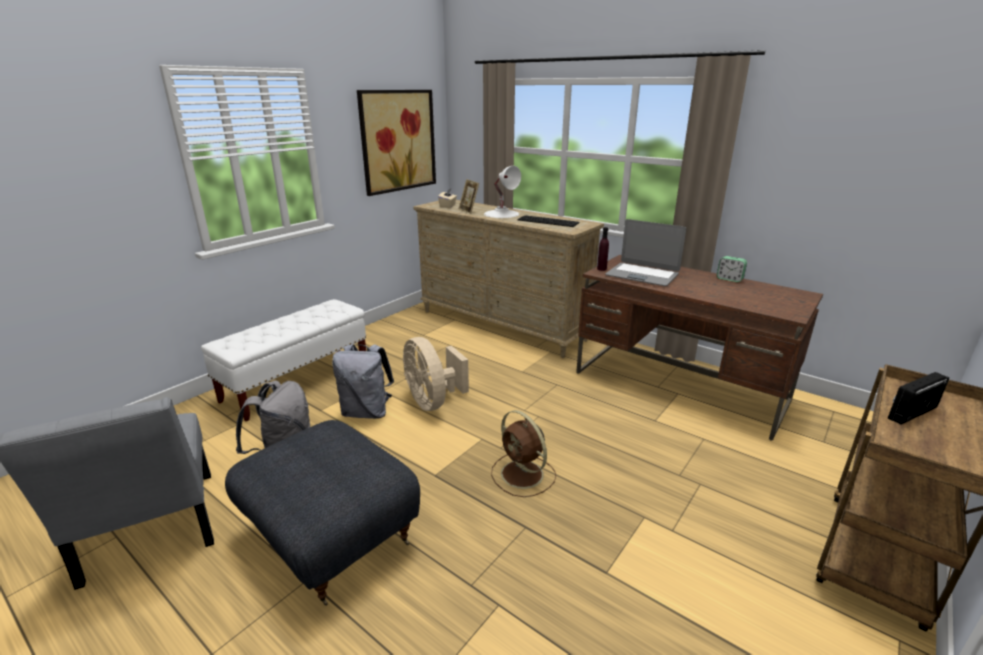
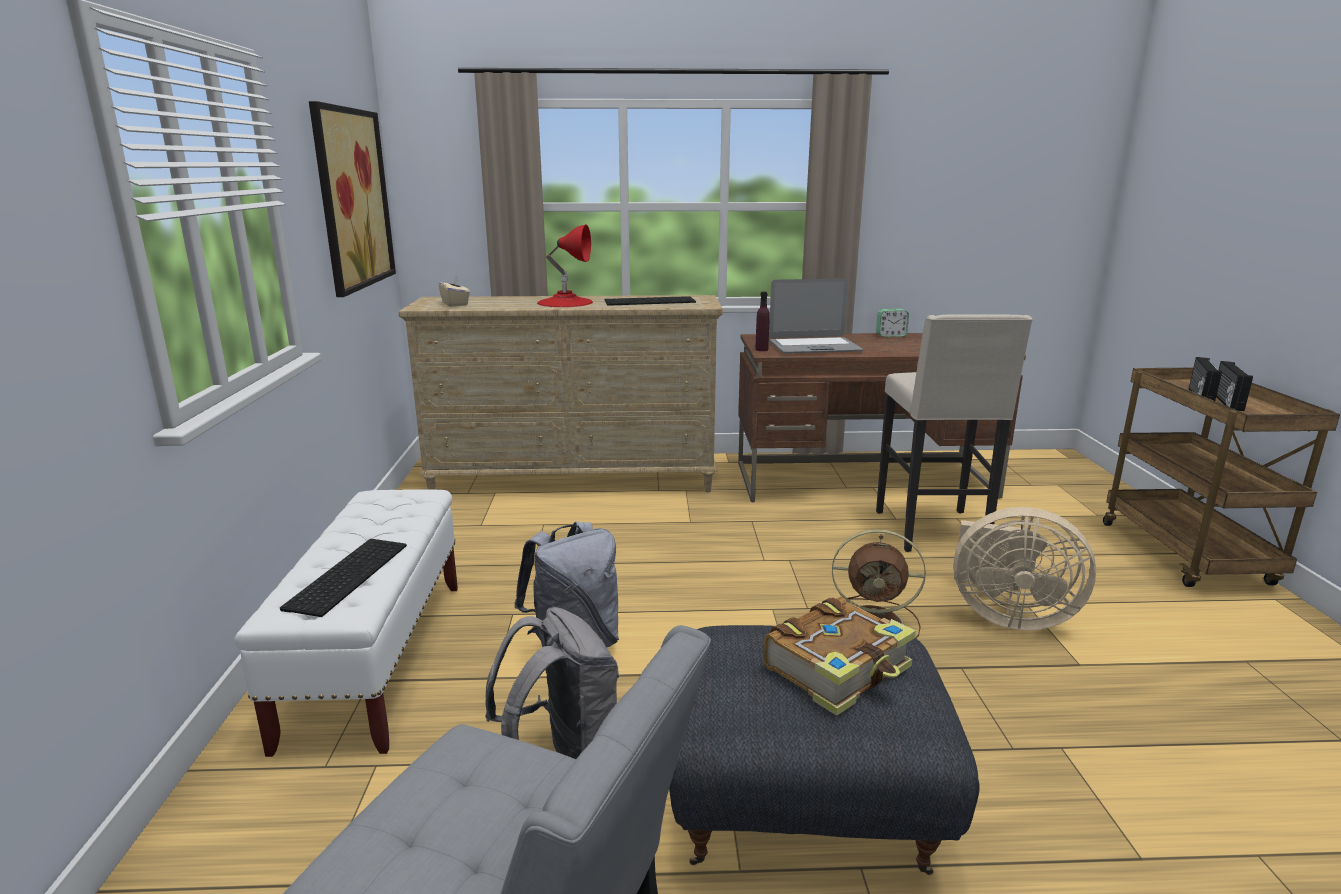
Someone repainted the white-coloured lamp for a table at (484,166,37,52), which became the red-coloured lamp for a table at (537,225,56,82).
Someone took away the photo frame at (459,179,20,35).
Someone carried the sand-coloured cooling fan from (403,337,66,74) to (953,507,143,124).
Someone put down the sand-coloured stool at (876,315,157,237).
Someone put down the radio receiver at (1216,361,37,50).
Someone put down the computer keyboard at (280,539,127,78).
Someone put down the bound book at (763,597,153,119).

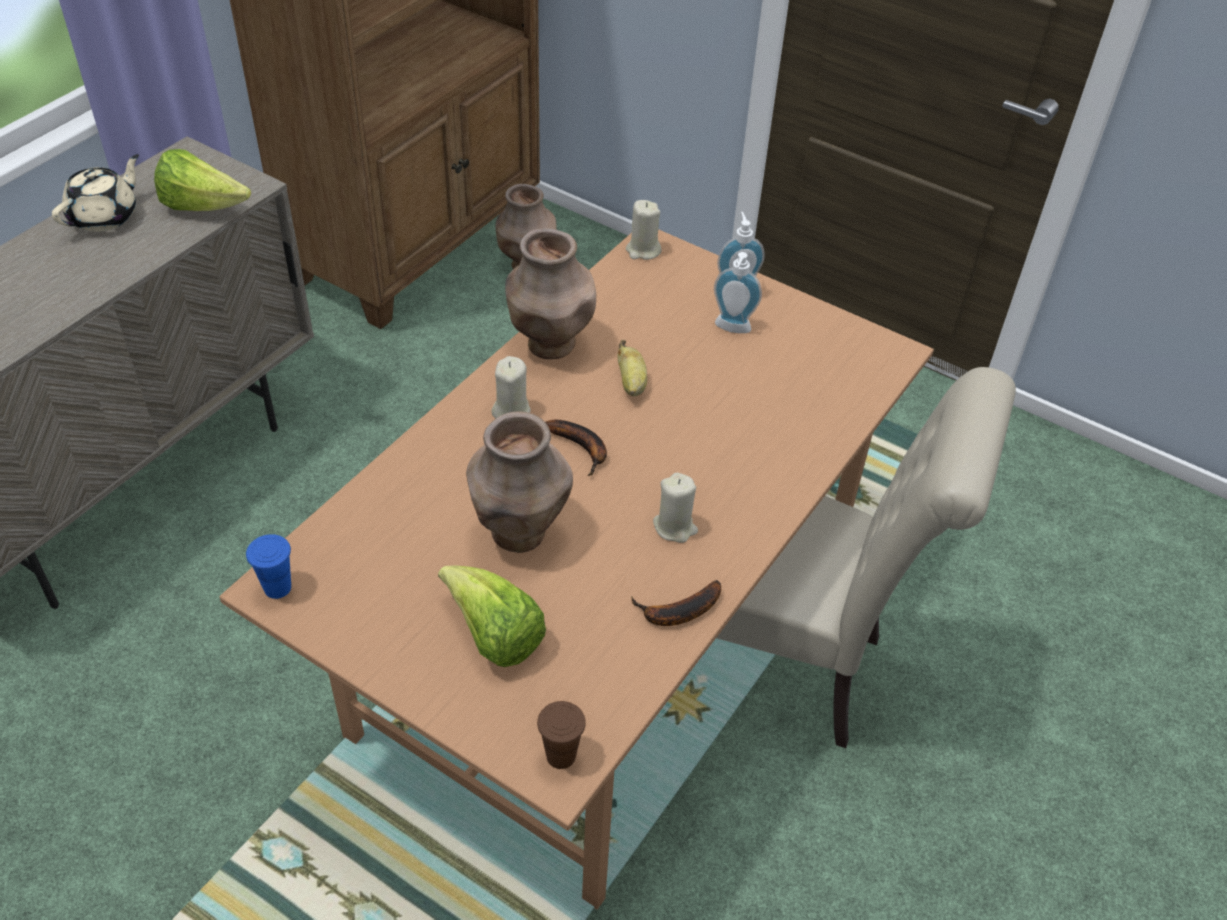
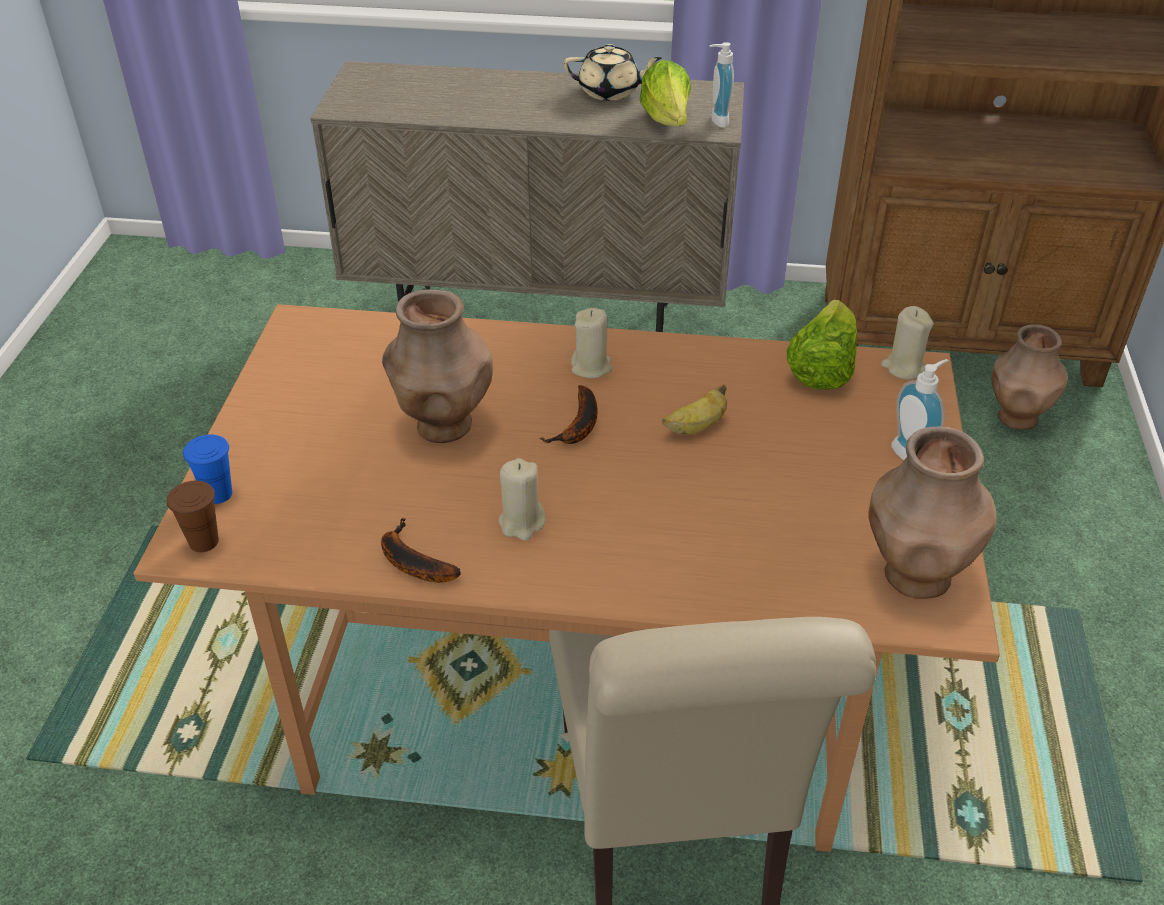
Someone carried the brown flower vase from (505,228,91,131) to (868,426,128,173).
Someone carried the soap bottle from (714,252,48,81) to (709,42,25,86).
Someone carried the blue drinking cup from (246,534,45,65) to (183,435,49,69).
Someone carried the lettuce head from (438,565,108,102) to (787,299,71,91).

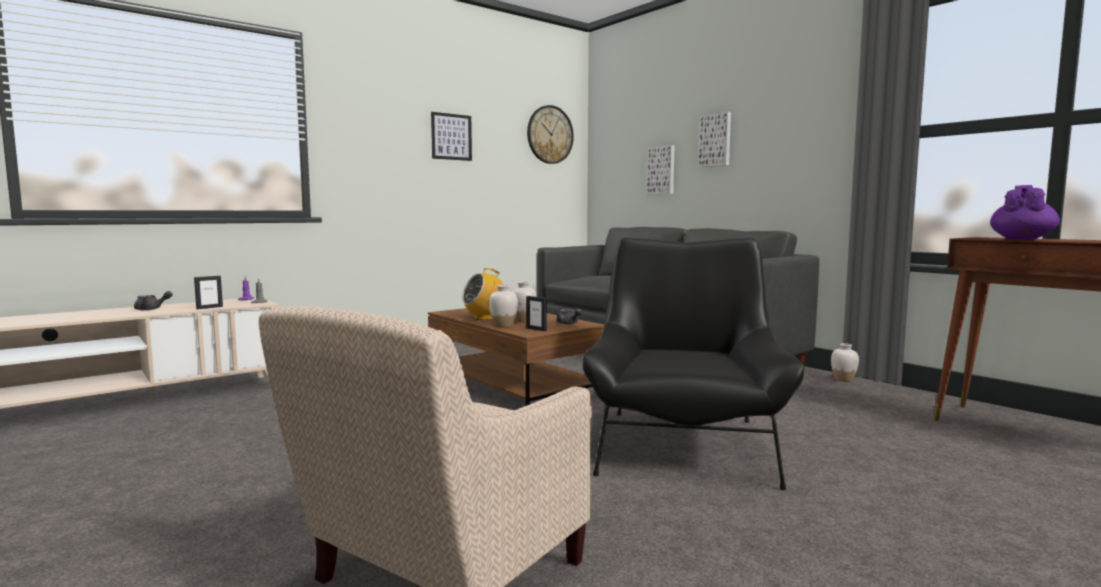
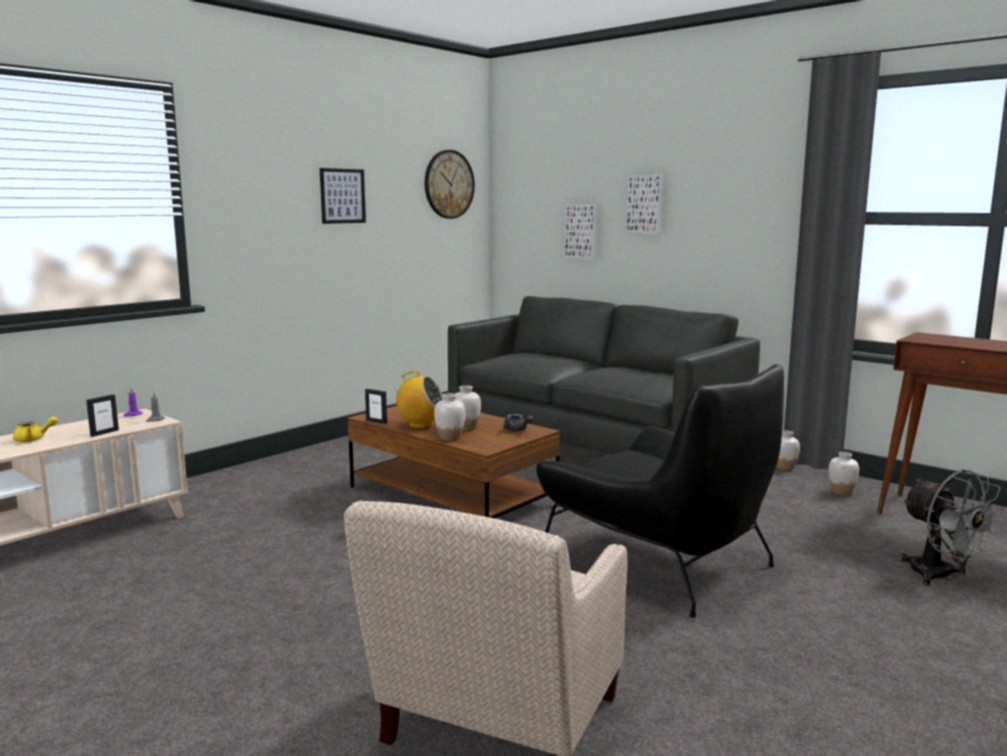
Someone took away the purplish teapot at (990,185,70,55).
Someone rotated the black-coloured armchair at (583,238,221,252) by 135 degrees clockwise.
Someone rotated the radio receiver at (462,268,42,52) by 120 degrees counterclockwise.
Someone repainted the grey teapot at (134,291,38,19), which became the yellow teapot at (13,416,45,26).
Someone carried the photo frame from (526,296,21,35) to (365,389,22,35).
Someone put down the white-coloured flower vase at (828,452,31,43).
Someone put down the grey cooling fan at (900,469,104,117).

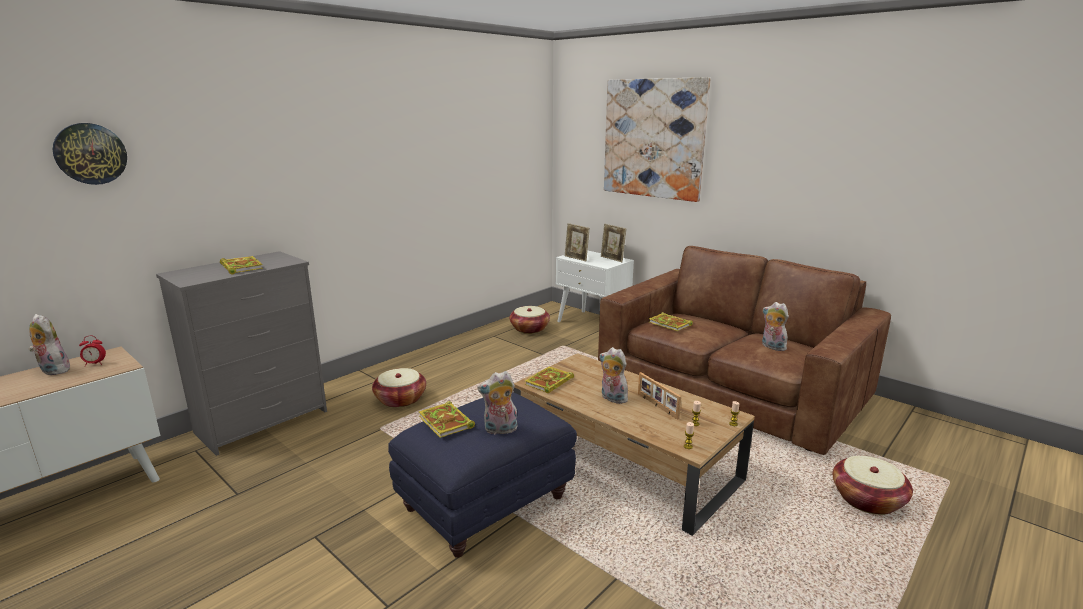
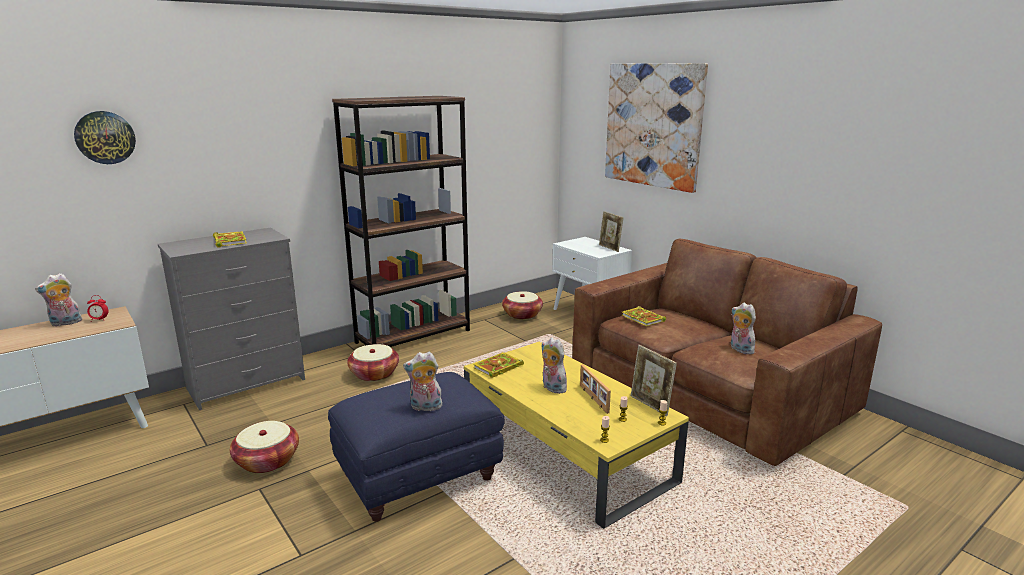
Someone carried the photo frame from (565,223,25,38) to (631,345,46,71).
Someone rotated the cuddly toy at (29,314,41,61) by 75 degrees counterclockwise.
Someone repainted the brown low table at (514,353,241,183), which became the yellow low table at (464,342,225,187).
Someone took away the bound book at (419,401,56,37).
Someone carried the storage basket from (833,456,80,59) to (230,421,69,53).
Someone put down the brown bookshelf at (332,96,138,251).

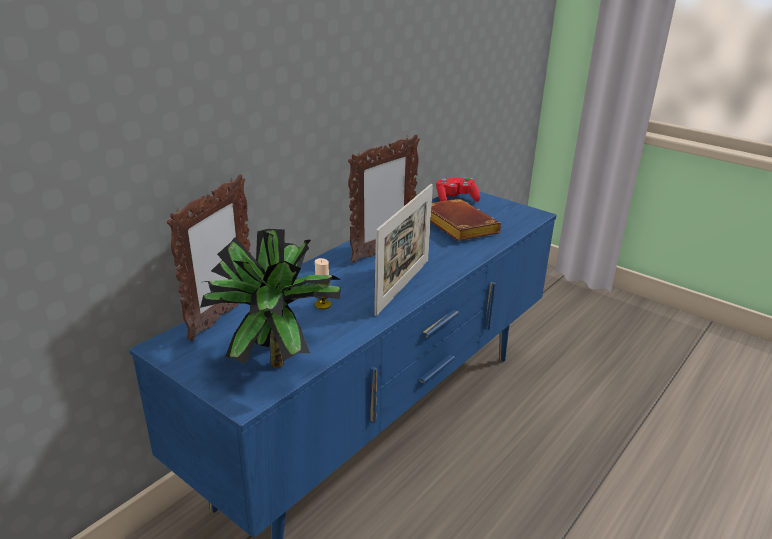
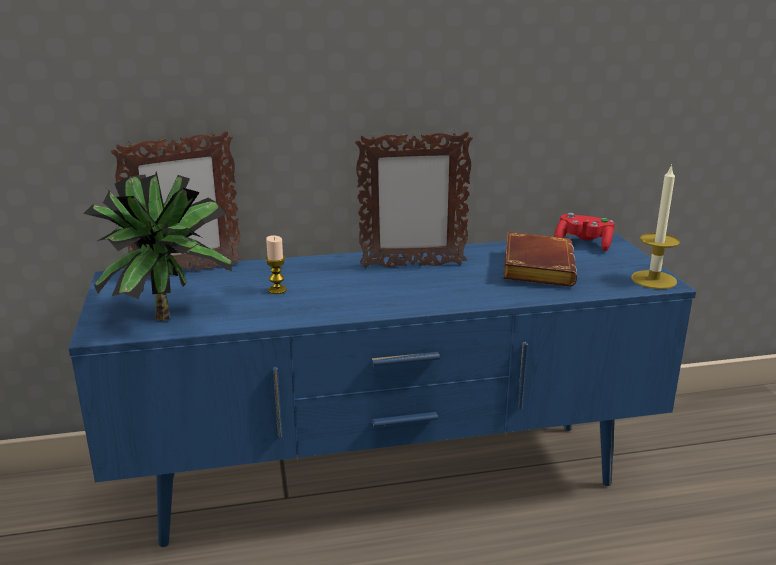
Someone took away the photo frame at (374,184,59,132).
Someone put down the wax light at (631,164,49,125).

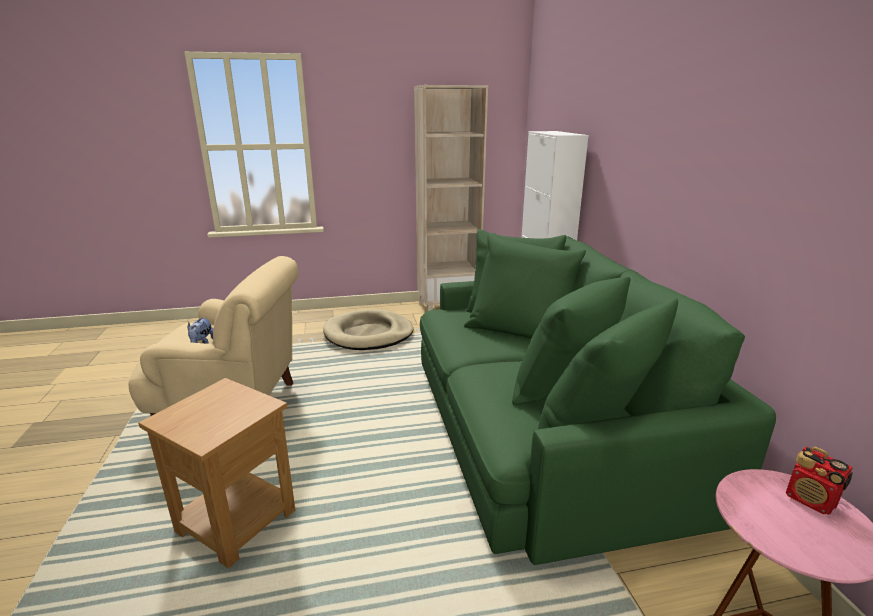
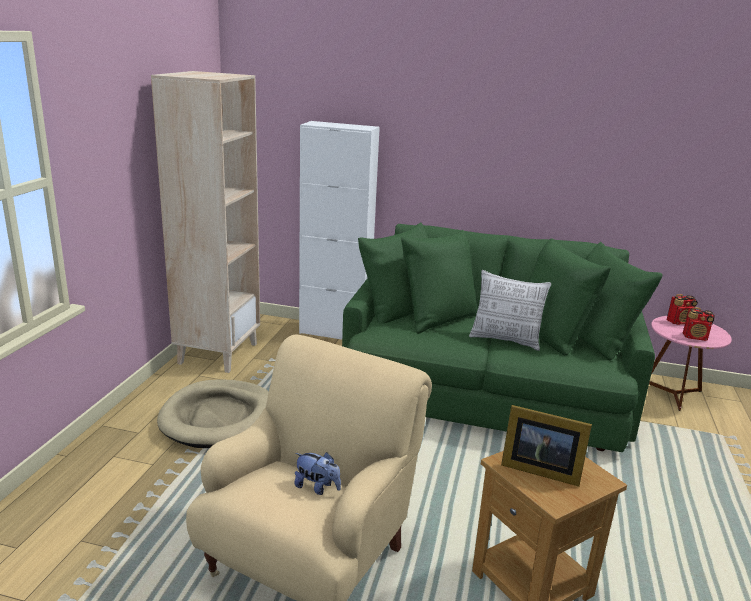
Someone put down the throw pillow at (469,270,82,81).
Someone put down the radio receiver at (683,307,32,34).
Someone put down the photo frame at (501,405,91,81).

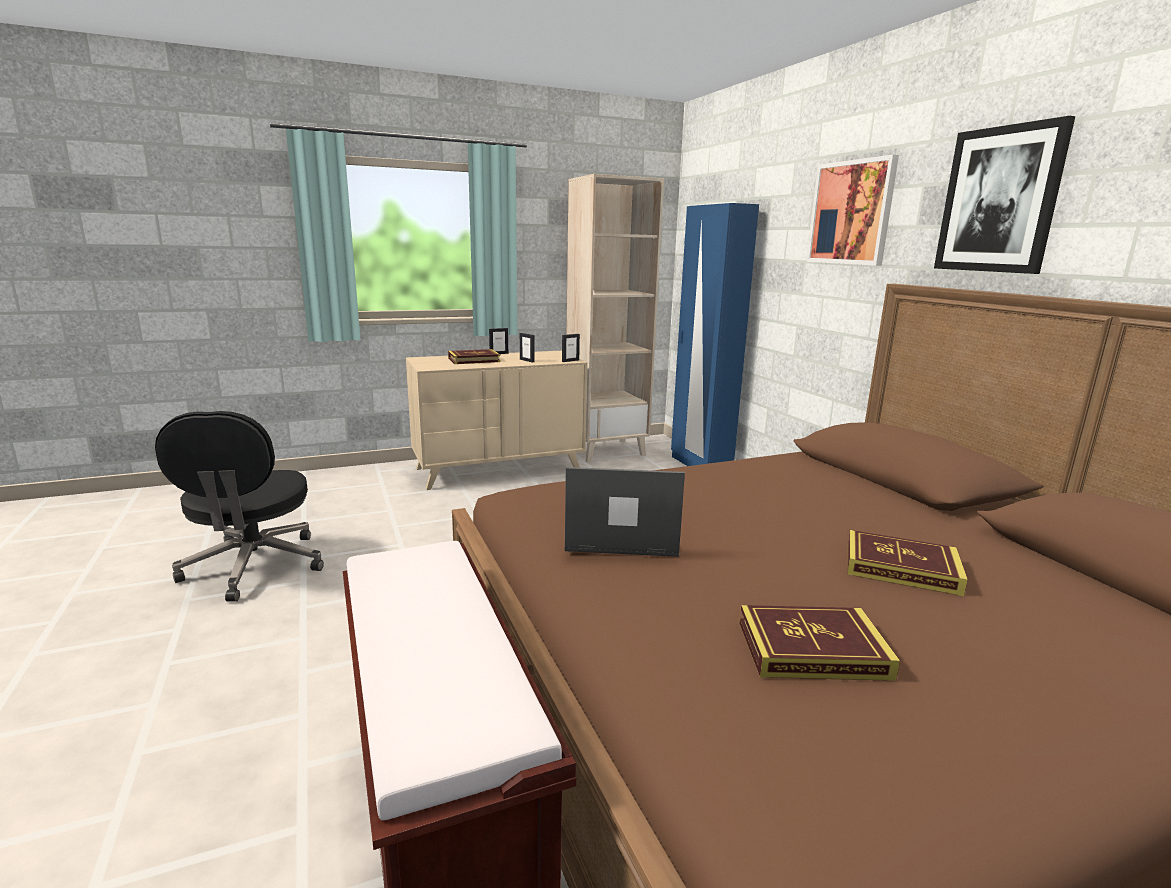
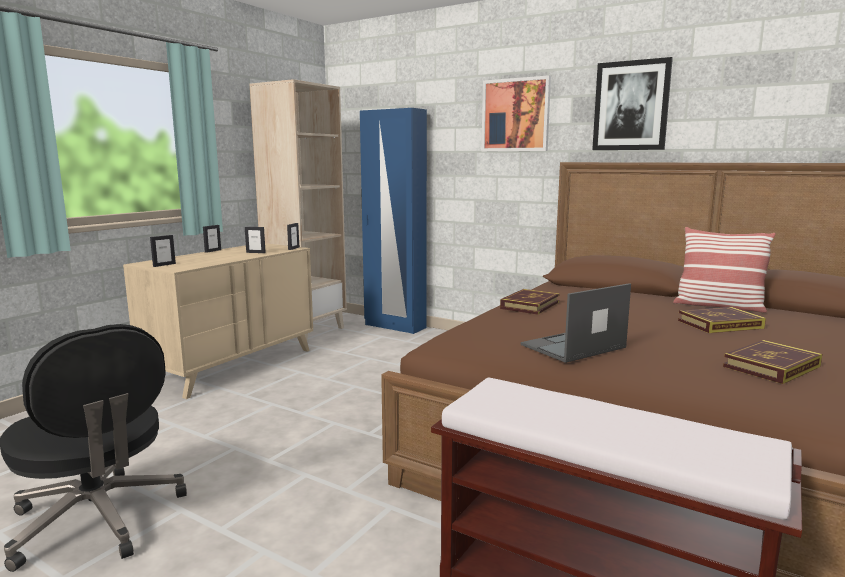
Someone carried the bound book from (448,349,52,15) to (500,289,60,26).
Someone put down the throw pillow at (673,227,103,86).
Someone put down the photo frame at (150,235,26,32).

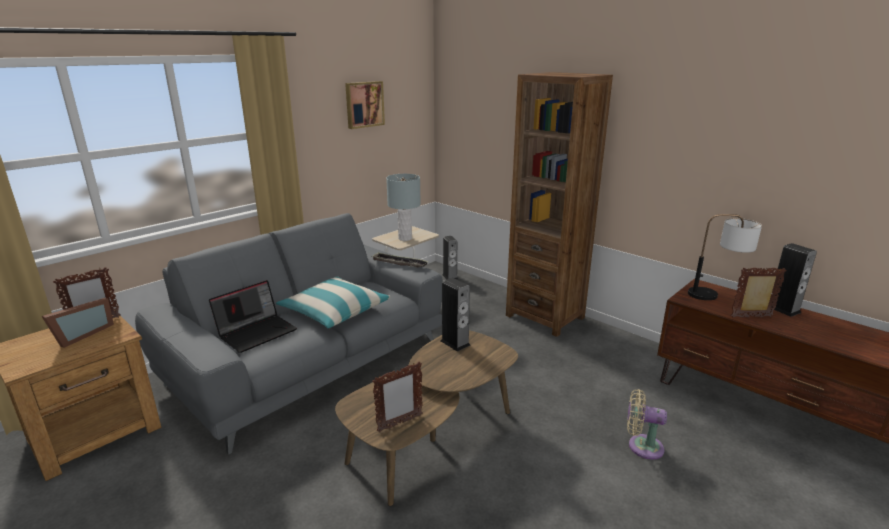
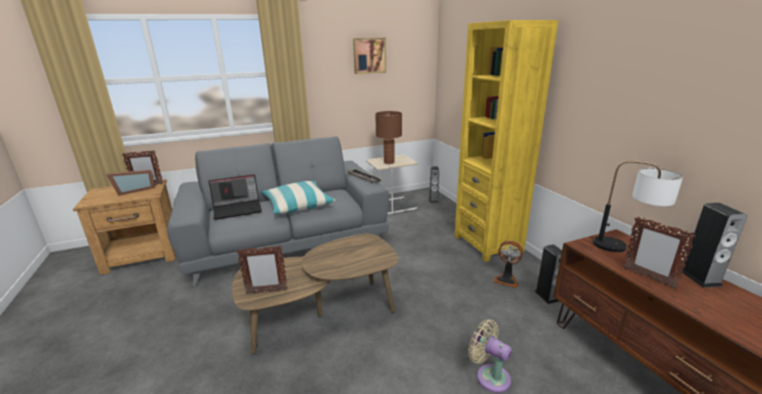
Someone repainted the brown bookshelf at (506,72,107,265), which became the yellow bookshelf at (454,20,104,242).
Someone repainted the grey lamp for a table at (386,174,35,67), which became the brown lamp for a table at (375,111,27,53).
Someone rotated the photo frame at (730,268,57,50) by 150 degrees counterclockwise.
Someone carried the audio speaker from (441,278,30,74) to (535,244,27,60).
Someone put down the cooling fan at (493,240,30,48).

